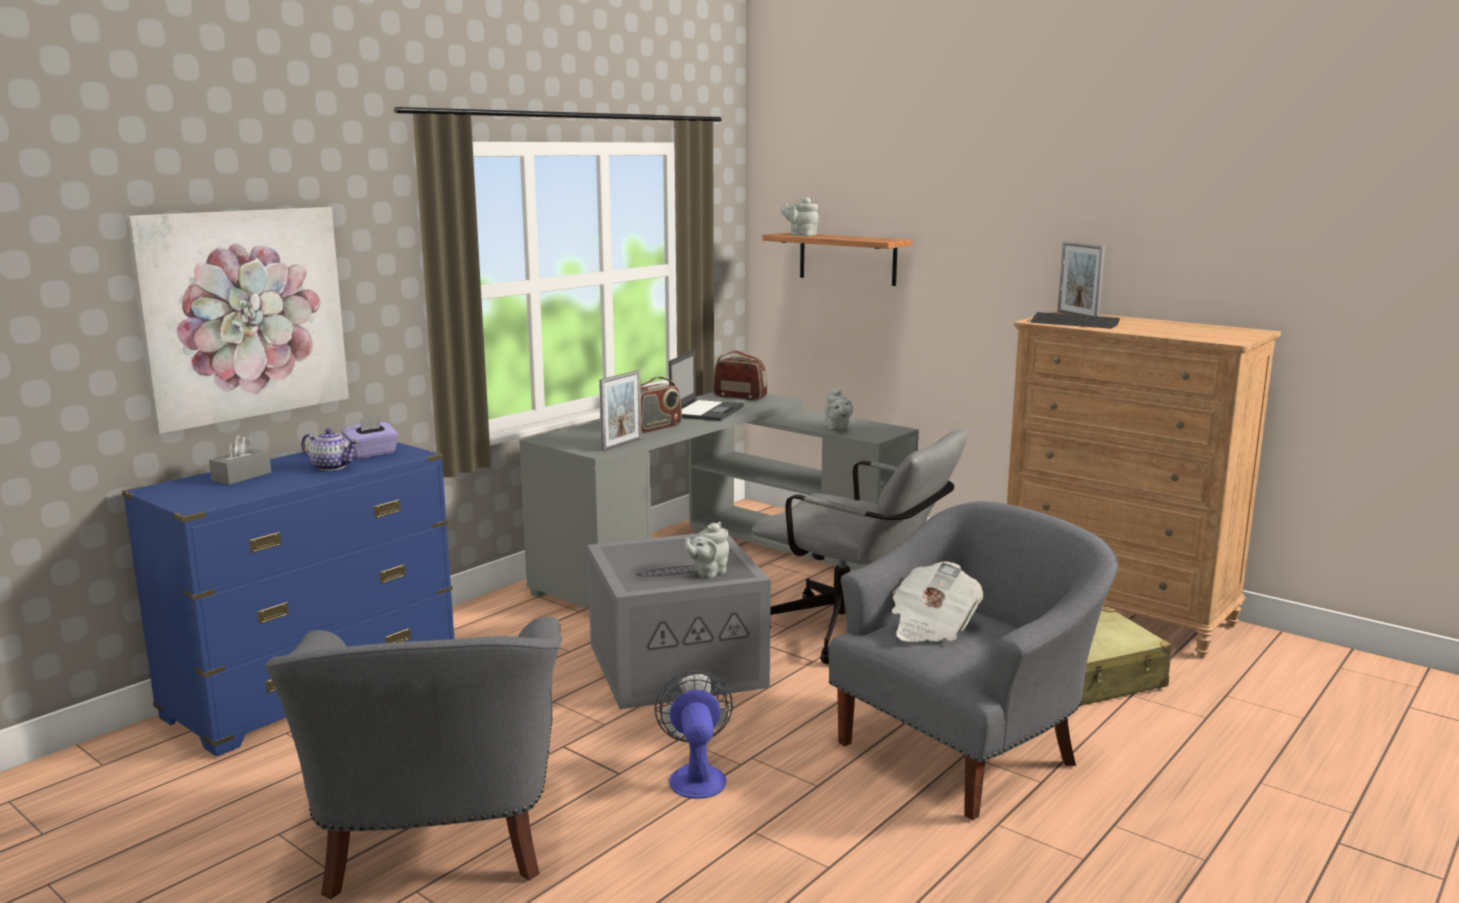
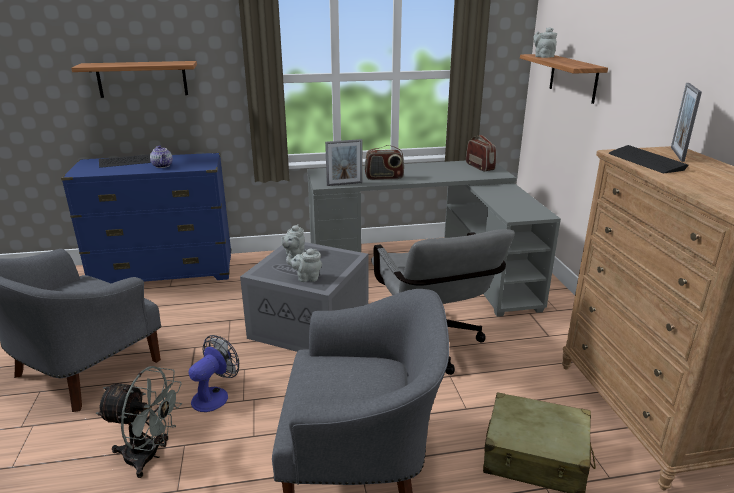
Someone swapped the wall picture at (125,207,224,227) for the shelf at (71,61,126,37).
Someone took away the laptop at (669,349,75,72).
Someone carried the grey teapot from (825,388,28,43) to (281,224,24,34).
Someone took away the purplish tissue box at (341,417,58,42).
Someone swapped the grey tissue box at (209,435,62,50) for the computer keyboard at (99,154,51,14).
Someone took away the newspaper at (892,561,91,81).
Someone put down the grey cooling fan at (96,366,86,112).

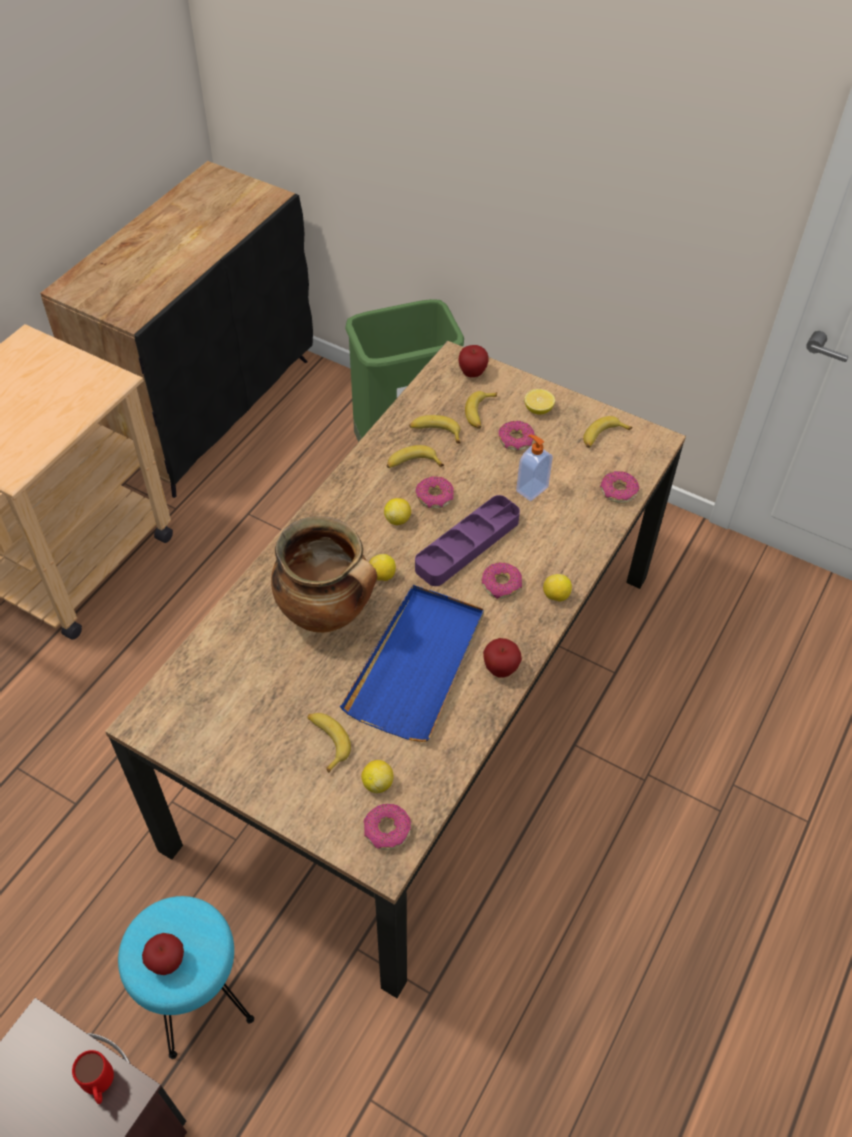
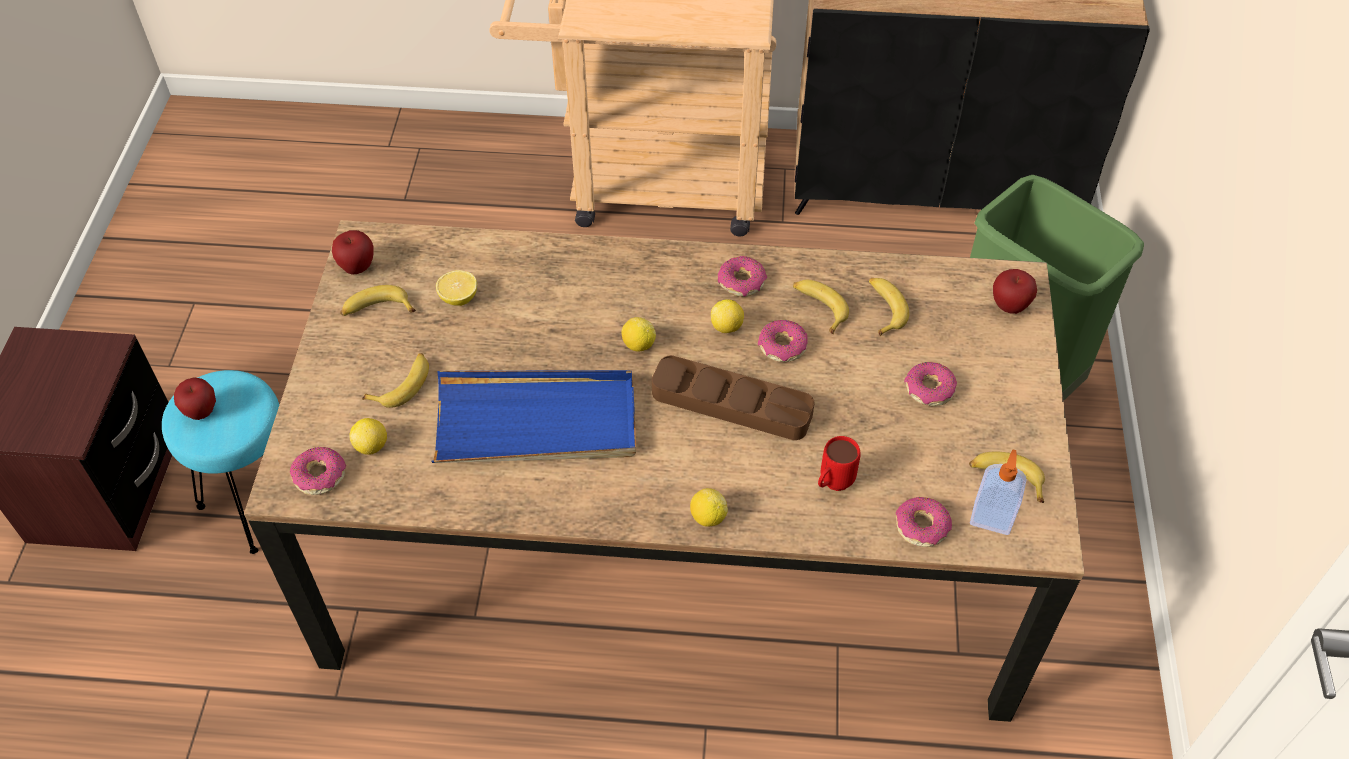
Someone carried the citrus fruit from (524,389,31,26) to (436,270,41,36).
Someone carried the whole banana from (465,391,32,38) to (340,285,76,31).
Someone carried the soap bottle from (516,434,37,67) to (970,449,56,86).
Someone repainted the purplish tray at (415,495,105,91), which became the brown tray at (652,355,162,85).
Someone took away the saucepot at (271,516,106,117).
Someone carried the donut from (482,563,40,36) to (718,256,49,41).
Someone carried the apple fruit from (483,638,39,40) to (332,230,42,44).
Someone carried the red-coloured mug from (72,1050,42,54) to (818,436,43,55).

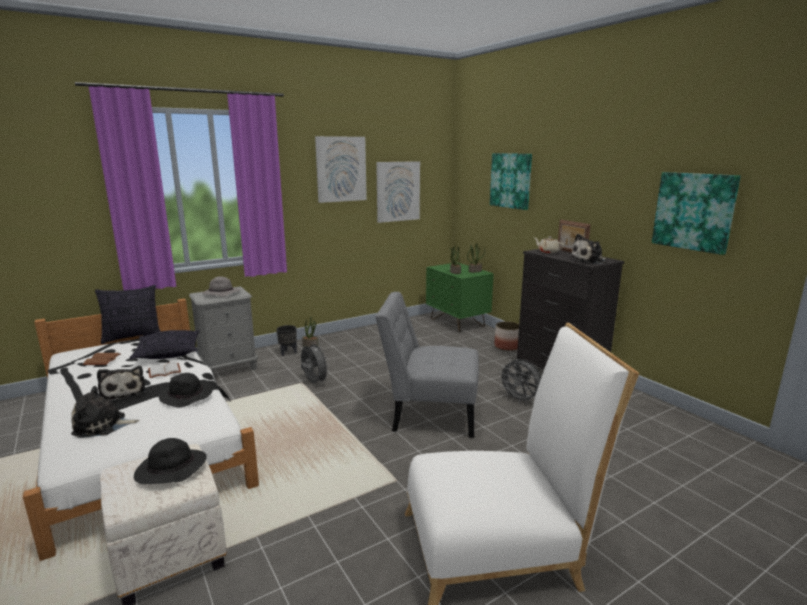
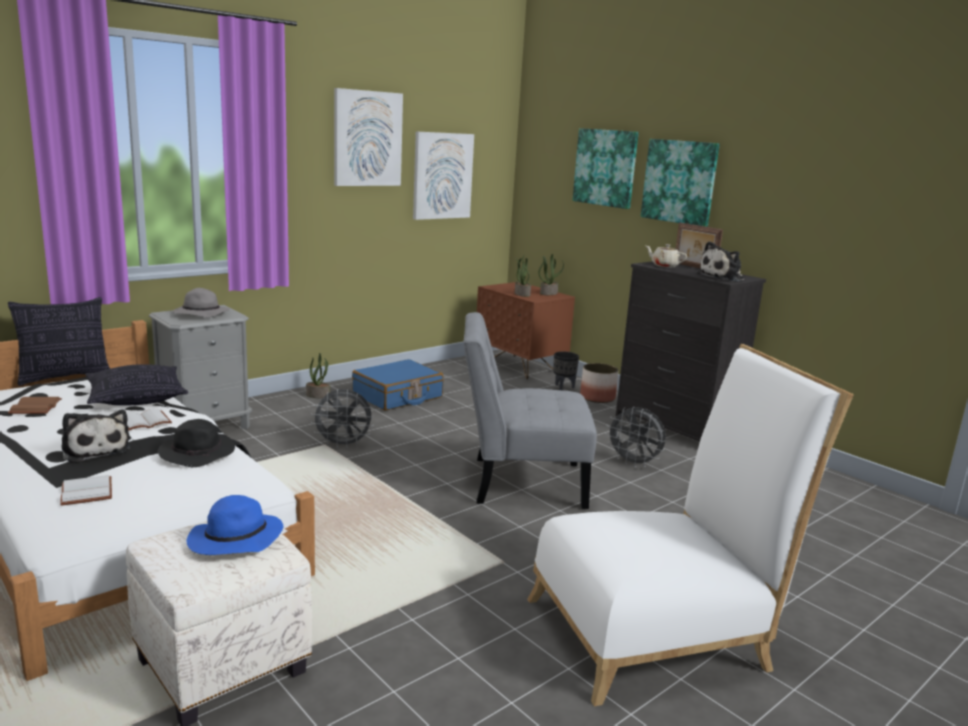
Someone carried the wall picture from (652,172,89,83) to (641,139,79,88).
Someone repainted the green-coloured bedside table at (426,262,68,70), which became the brown bedside table at (477,282,98,97).
Someone carried the black-coloured flower pot from (276,325,21,31) to (553,351,26,39).
Someone rotated the grey cooling fan at (301,342,29,41) by 135 degrees clockwise.
Someone swapped the cuddly toy at (71,386,69,52) for the white-coloured bound book at (60,475,52,31).
Someone repainted the black-coloured hat at (134,438,73,46), which became the blue hat at (186,495,97,60).
Someone put down the blue suitcase at (352,359,91,51).

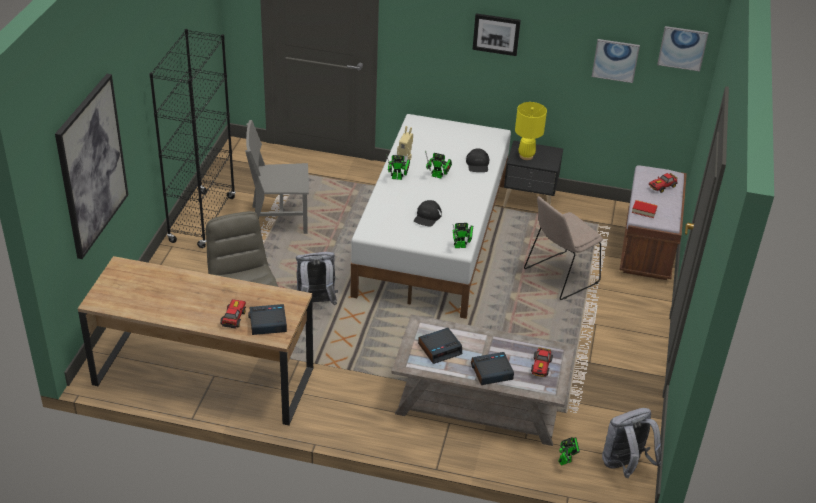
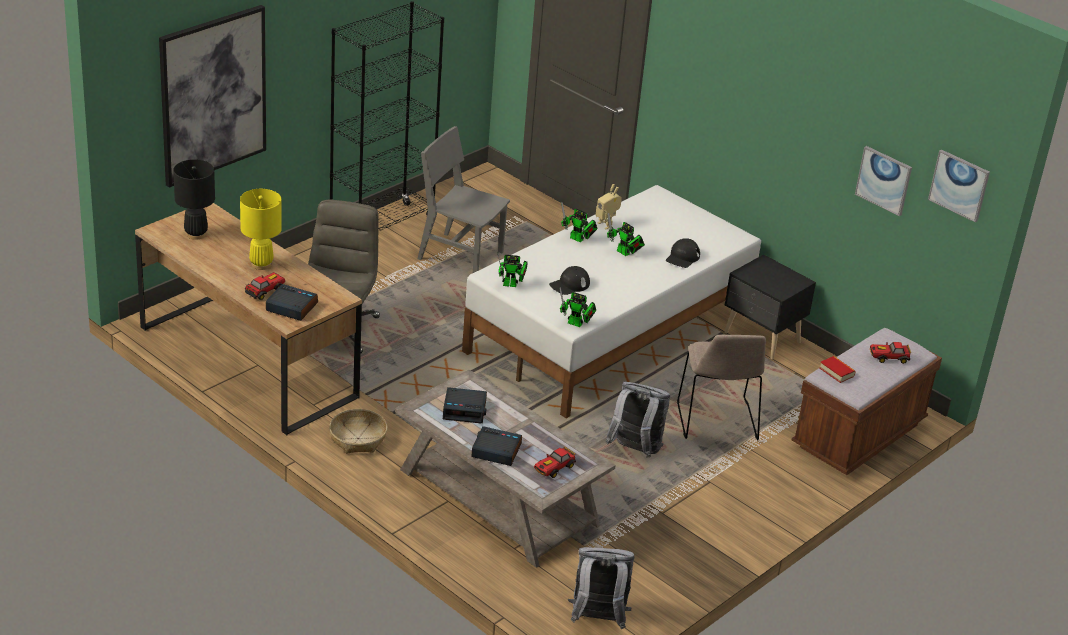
Someone took away the wall picture at (472,13,49,43).
Someone carried the yellow lamp for a table from (515,102,32,58) to (240,189,42,81).
Someone rotated the sand-coloured upright chair at (524,196,79,104) by 90 degrees counterclockwise.
Someone carried the grey backpack from (296,252,42,53) to (605,382,65,75).
Someone carried the toy robot from (558,437,22,29) to (498,254,30,33).
Someone put down the black-coloured lamp for a table at (173,160,42,80).
Someone put down the storage basket at (329,409,58,45).

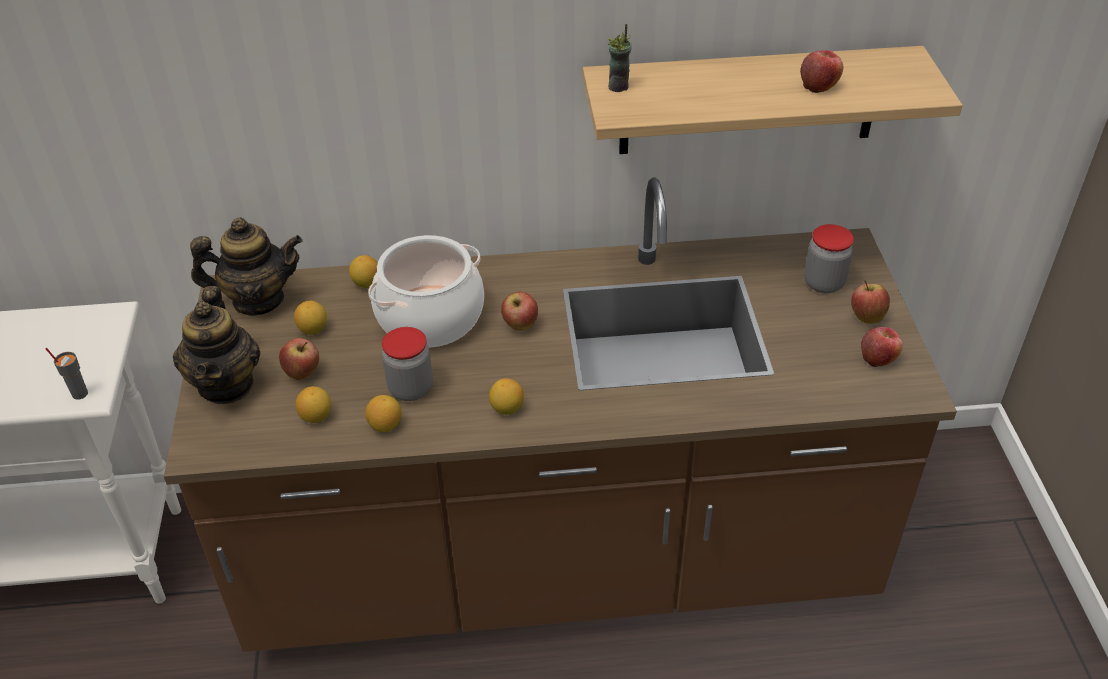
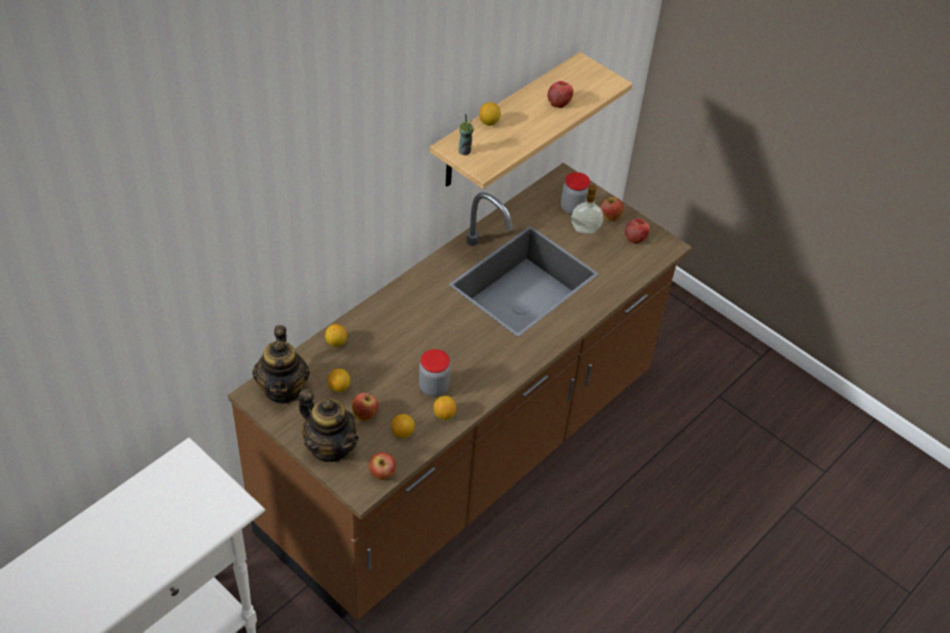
Someone rotated the teapot at (190,218,113,98) by 135 degrees clockwise.
Someone took away the saucepot at (368,235,116,113).
Someone carried the apple fruit from (501,292,37,39) to (368,452,28,28).
Someone took away the grey drinking cup at (45,348,43,52).
Someone carried the citrus fruit from (489,378,35,37) to (479,102,22,24).
Someone put down the soap bottle at (571,185,32,49).

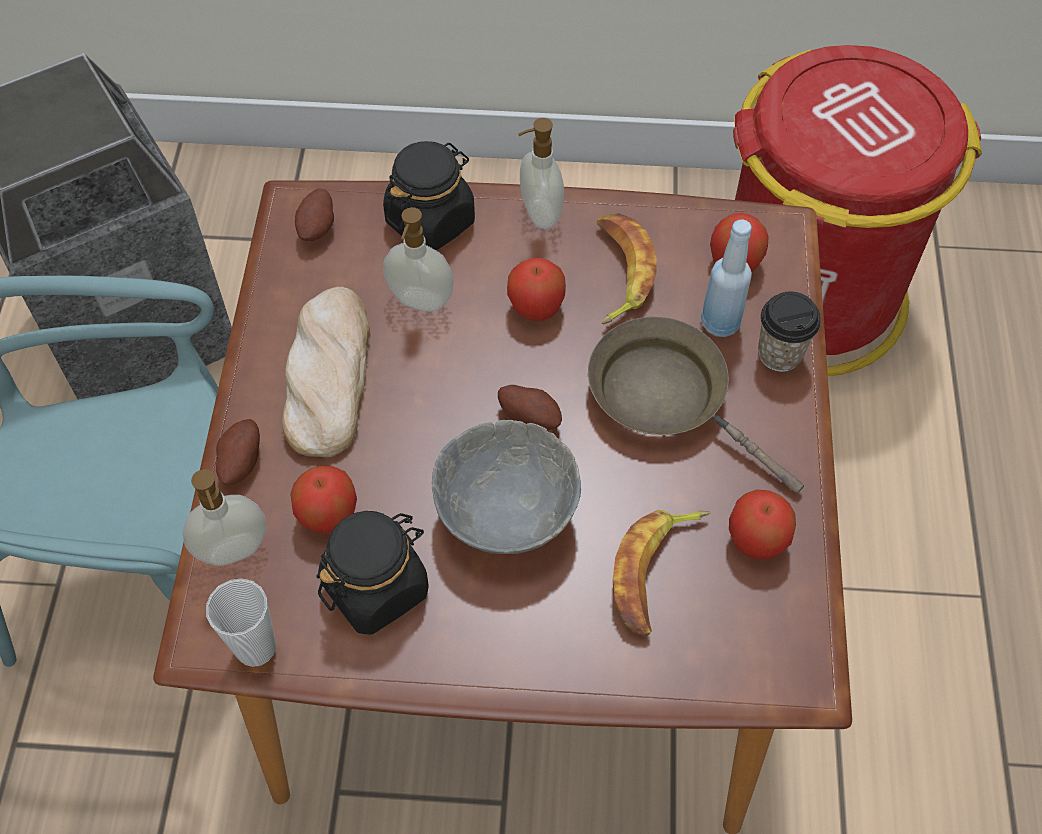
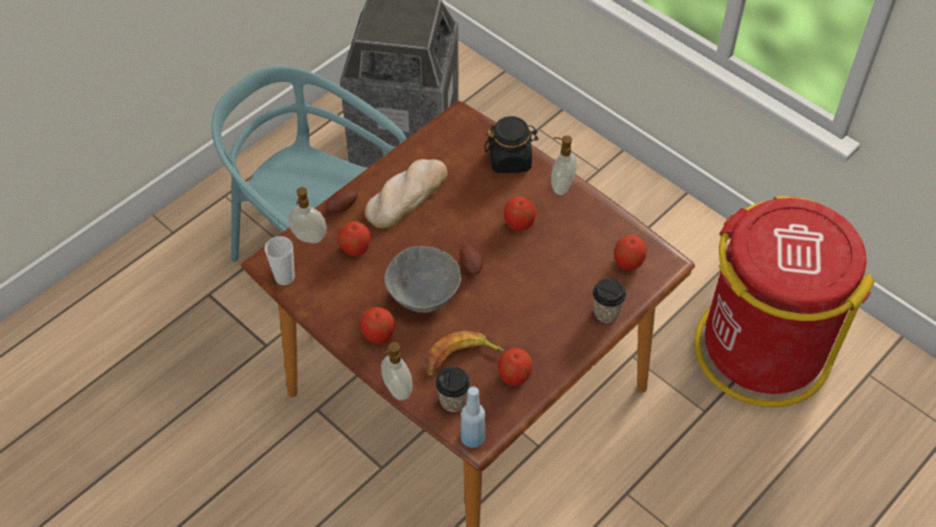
Someone took away the spud at (295,189,39,52).
Someone carried the soap bottle from (383,207,71,104) to (380,342,33,58).
Someone took away the whole banana at (597,213,60,112).
Someone carried the blue beverage bottle from (701,219,51,118) to (461,386,24,62).
Someone took away the brown skillet at (588,317,216,176).
Someone took away the black-coloured storage jar at (316,511,113,124).
Someone put down the apple fruit at (360,307,35,37).
Someone put down the drinking cup at (436,366,34,46).

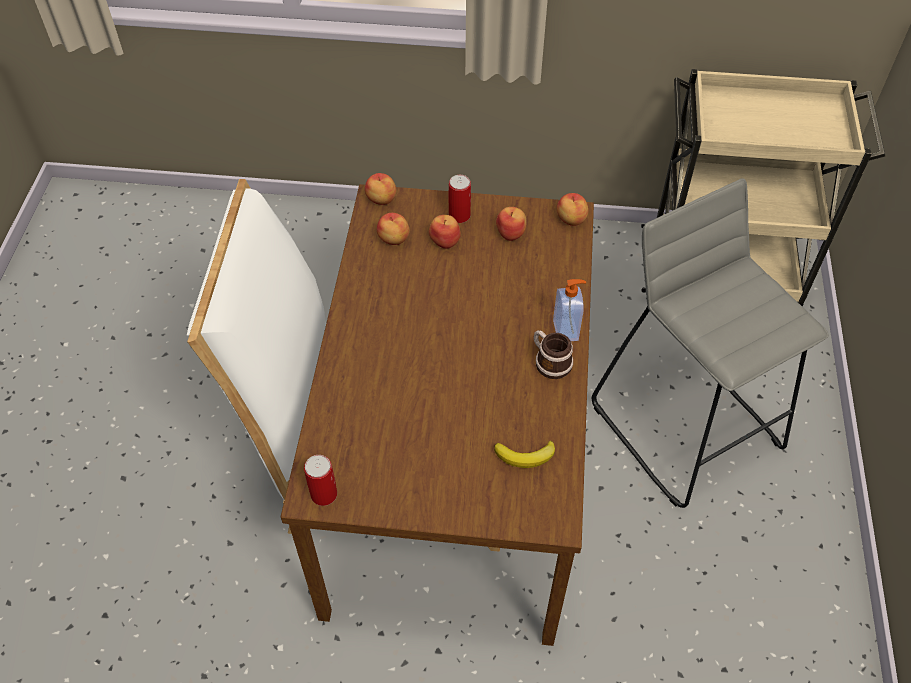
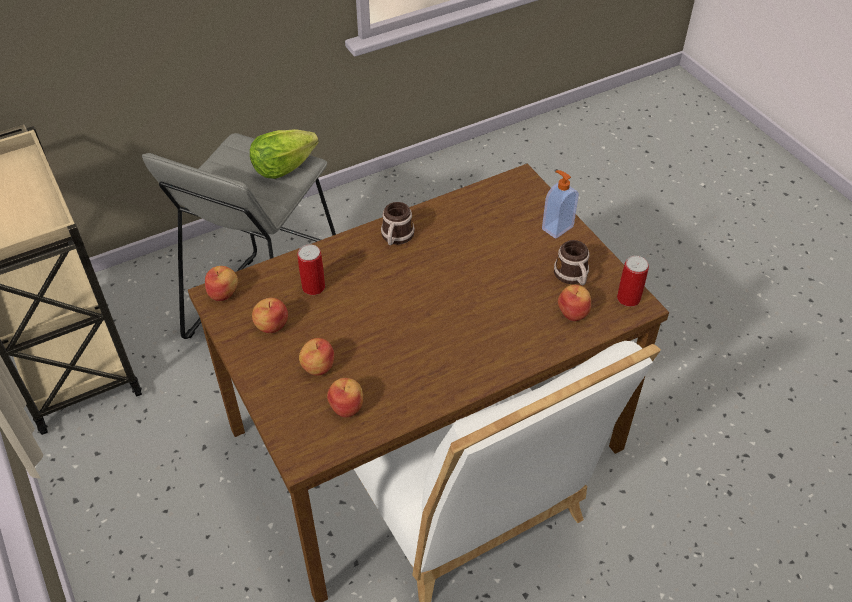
Someone carried the apple fruit from (365,173,32,32) to (558,285,33,36).
Someone carried the metal can from (449,175,22,48) to (297,244,28,51).
Someone carried the soap bottle from (553,279,33,62) to (542,170,37,69).
Someone took away the whole banana at (494,440,61,28).
Someone put down the lettuce head at (250,129,69,50).
Someone put down the mug at (554,240,35,45).

